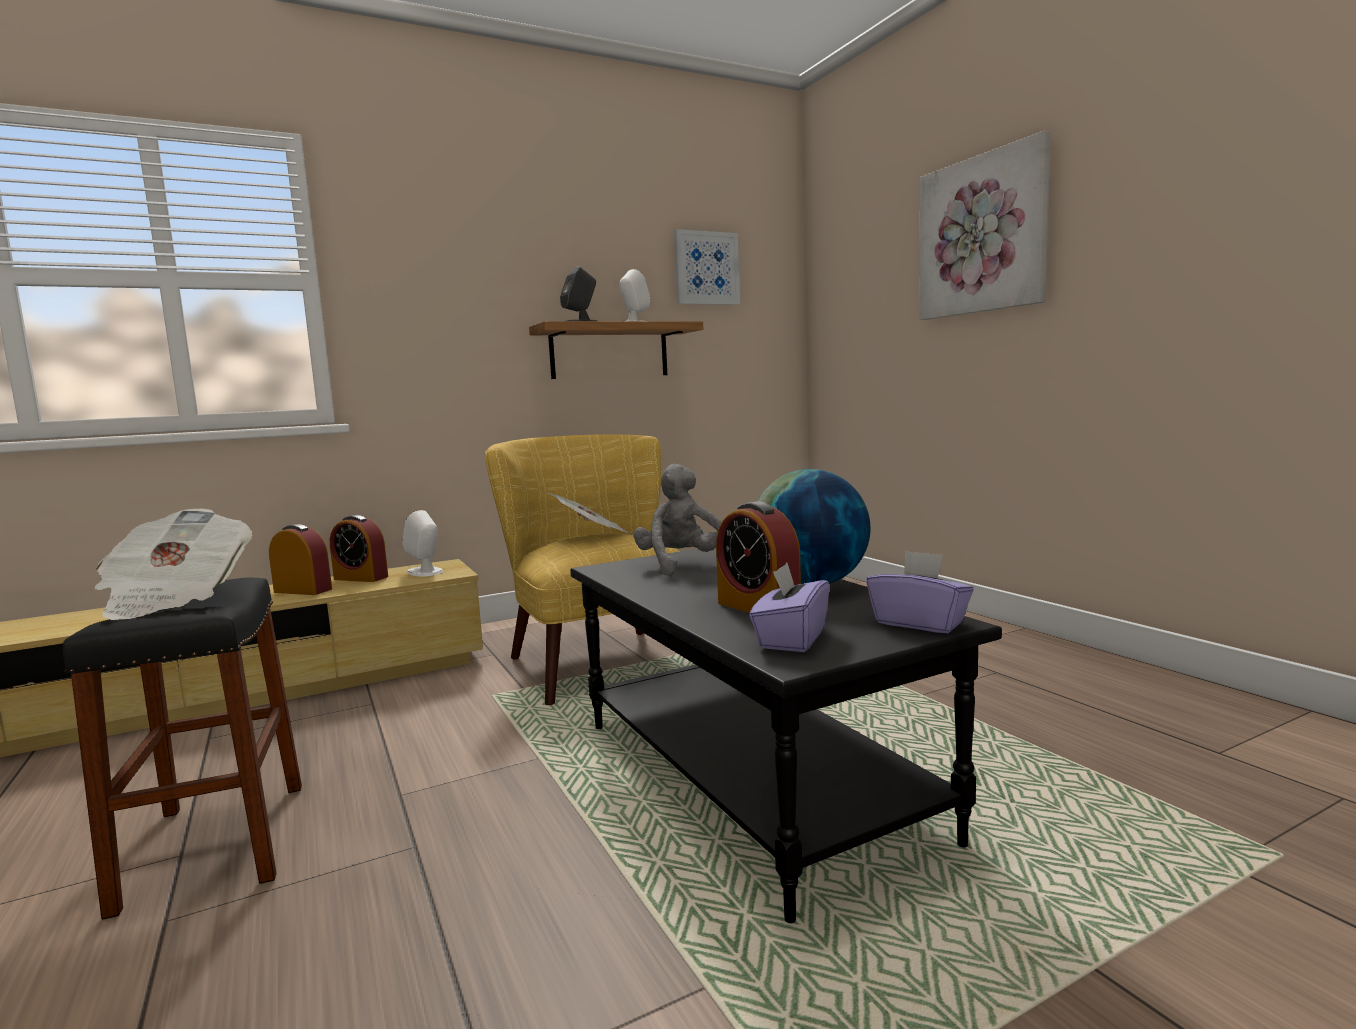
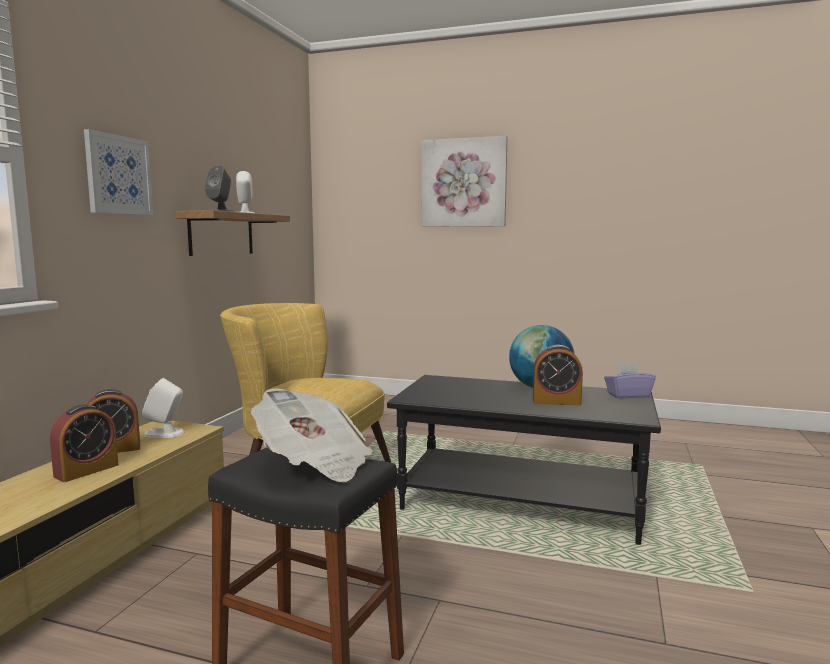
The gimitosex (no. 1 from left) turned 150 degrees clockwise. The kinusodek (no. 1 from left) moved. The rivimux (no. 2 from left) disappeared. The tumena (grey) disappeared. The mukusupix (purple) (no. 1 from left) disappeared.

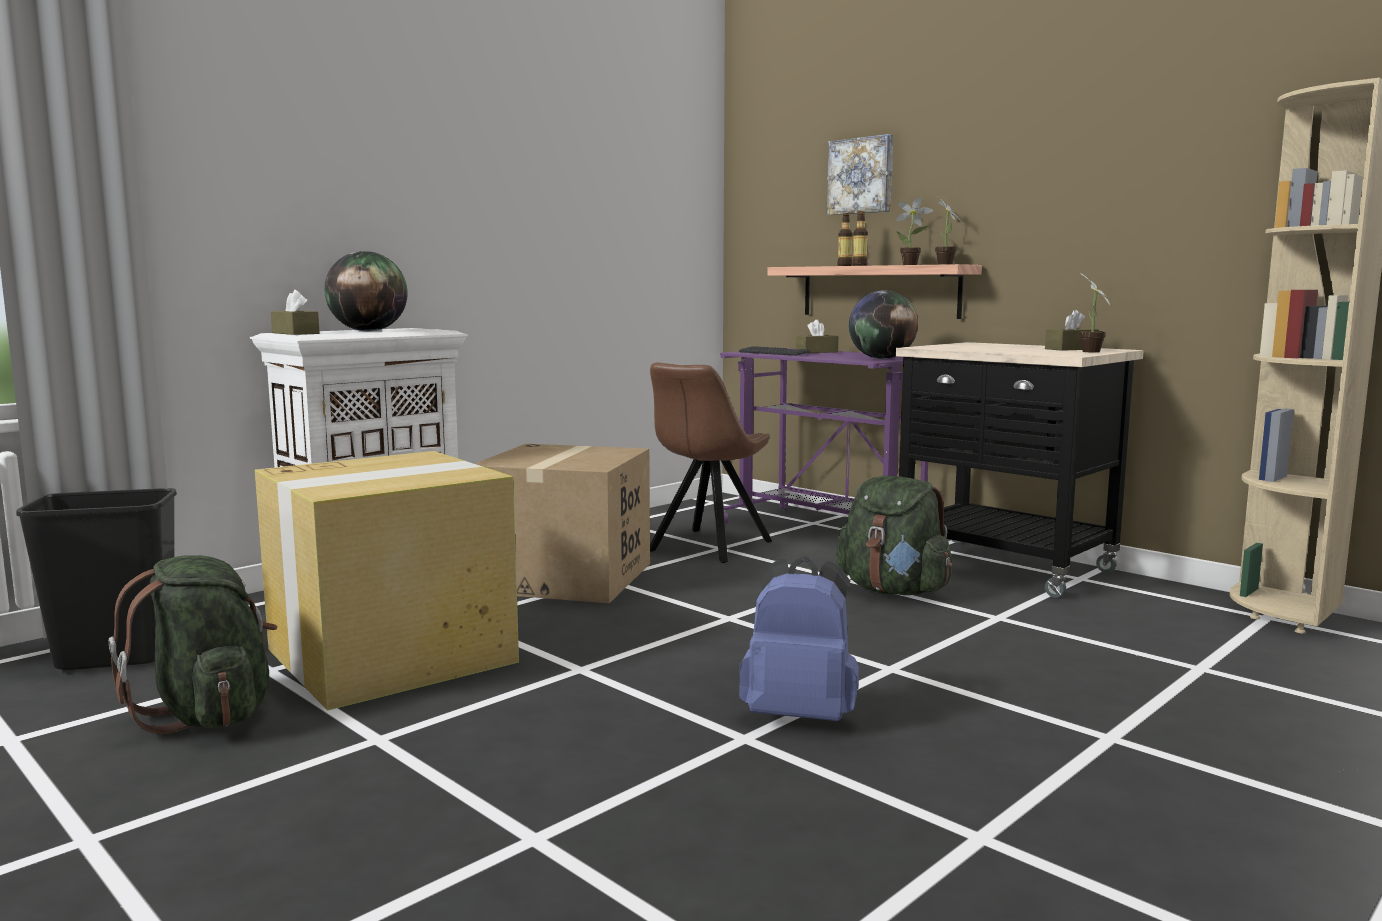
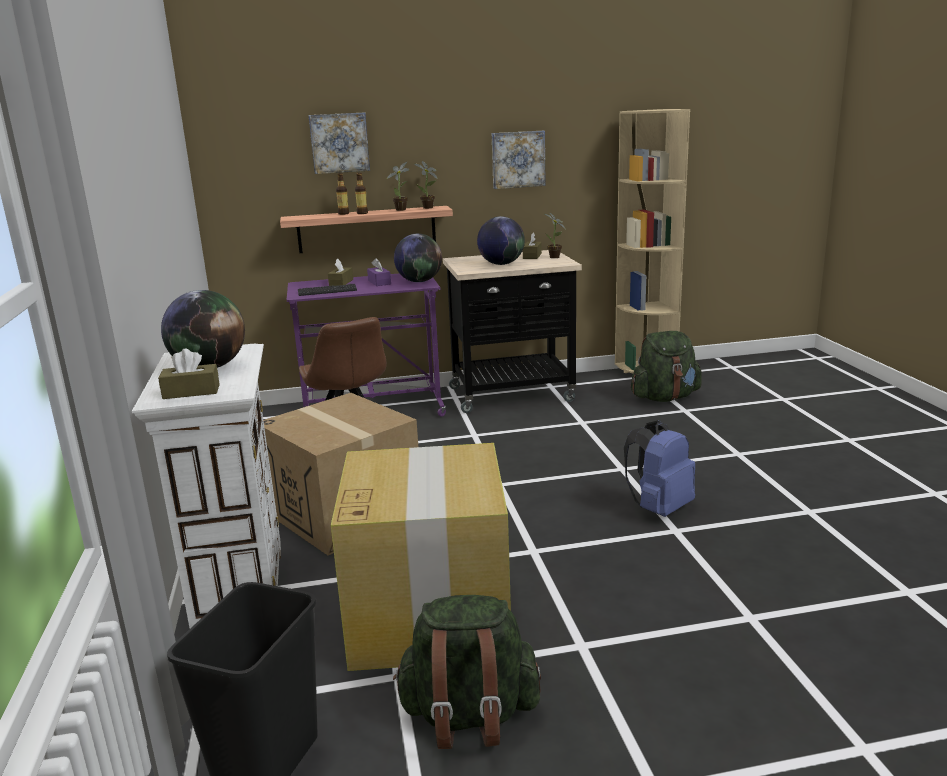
The mukusupix (purple) appeared. The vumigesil (no. 3 from left) appeared. The kinusodek (no. 2 from left) appeared. The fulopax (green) (no. 2 from left) moved.

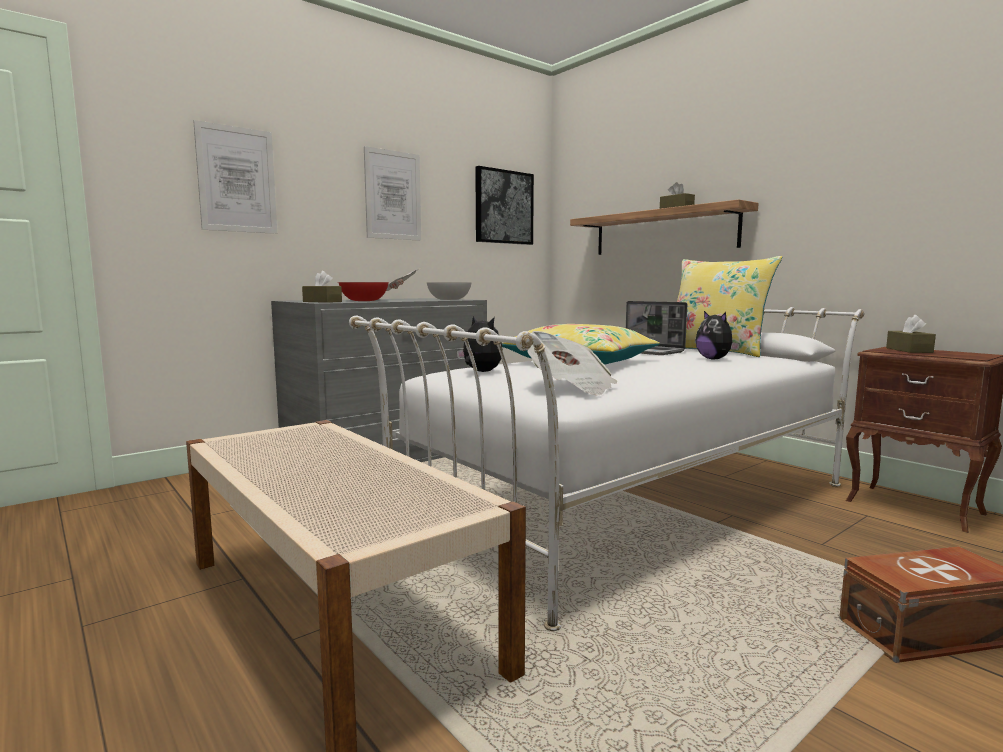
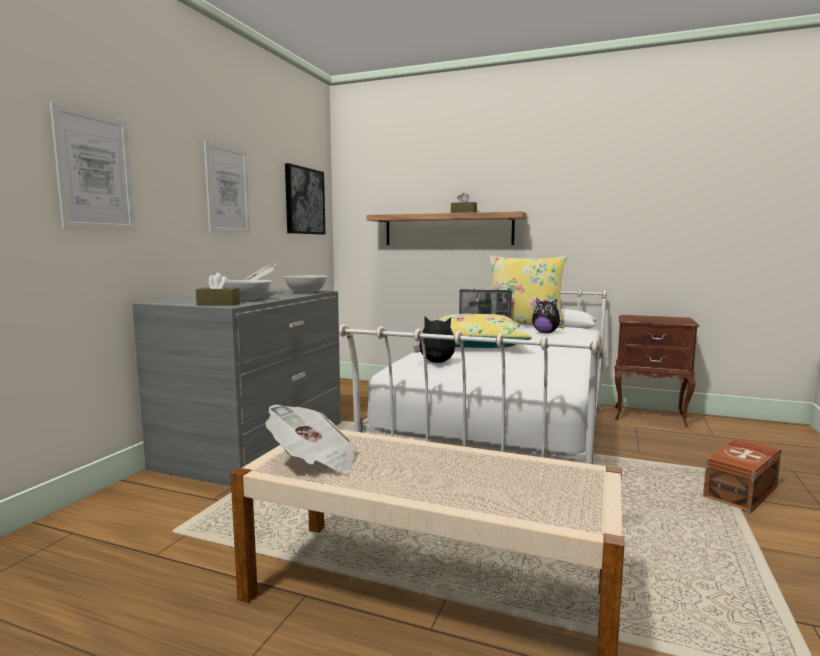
The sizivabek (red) became the sizivabek (white) (no. 1 from left). The rivimux (no. 2 from left) moved. The mukusupix (brown) (no. 3 from left) disappeared.

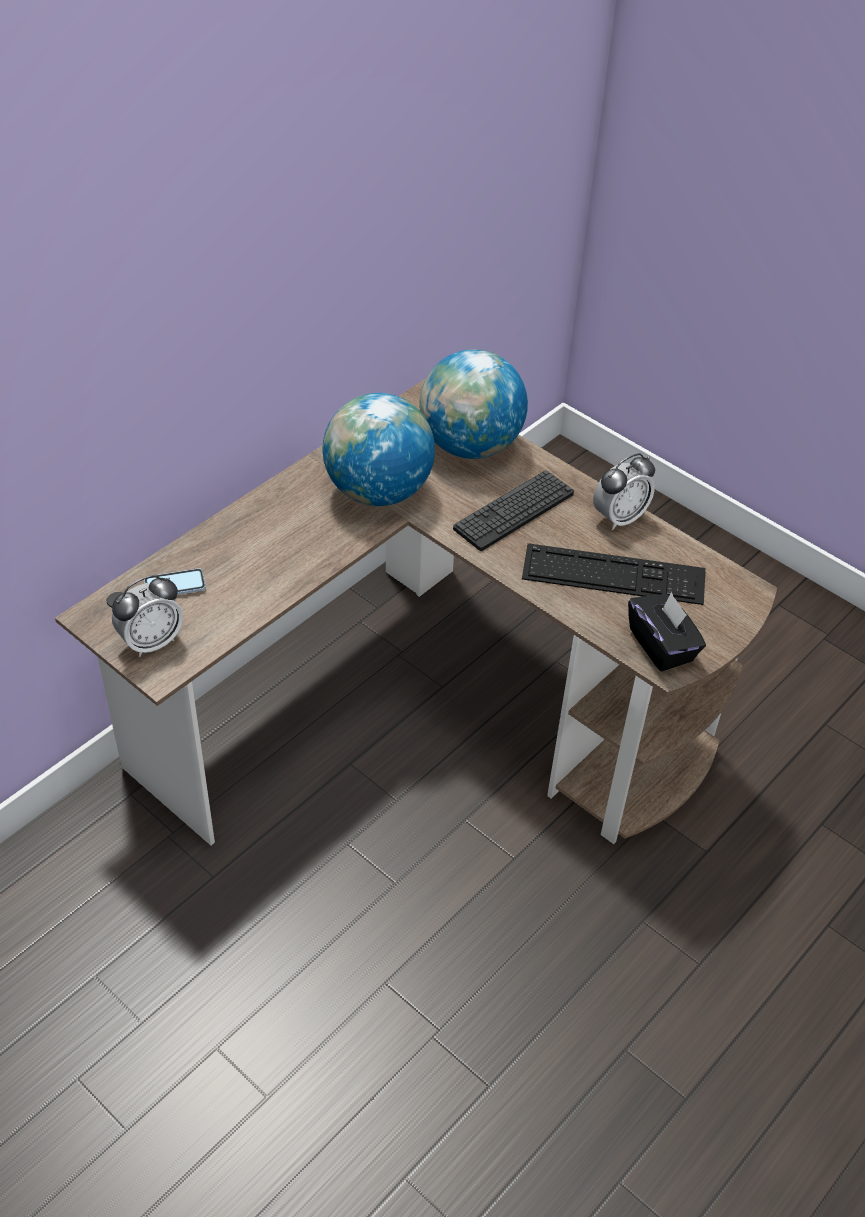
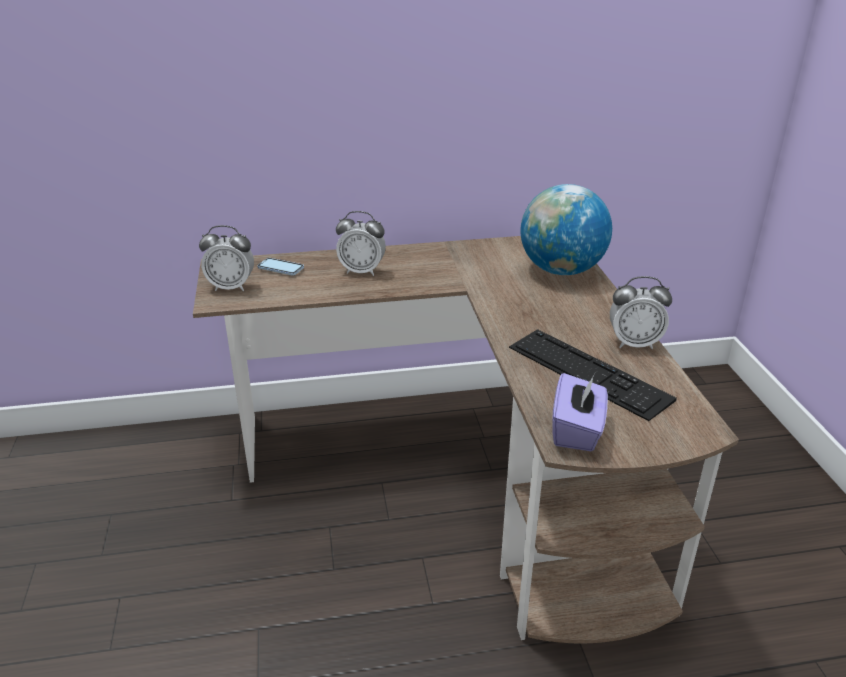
The gimitosex (no. 2 from left) appeared. The mukusupix (black) became the mukusupix (purple). The vumigesil (no. 1 from left) disappeared. The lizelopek (no. 1 from left) disappeared.

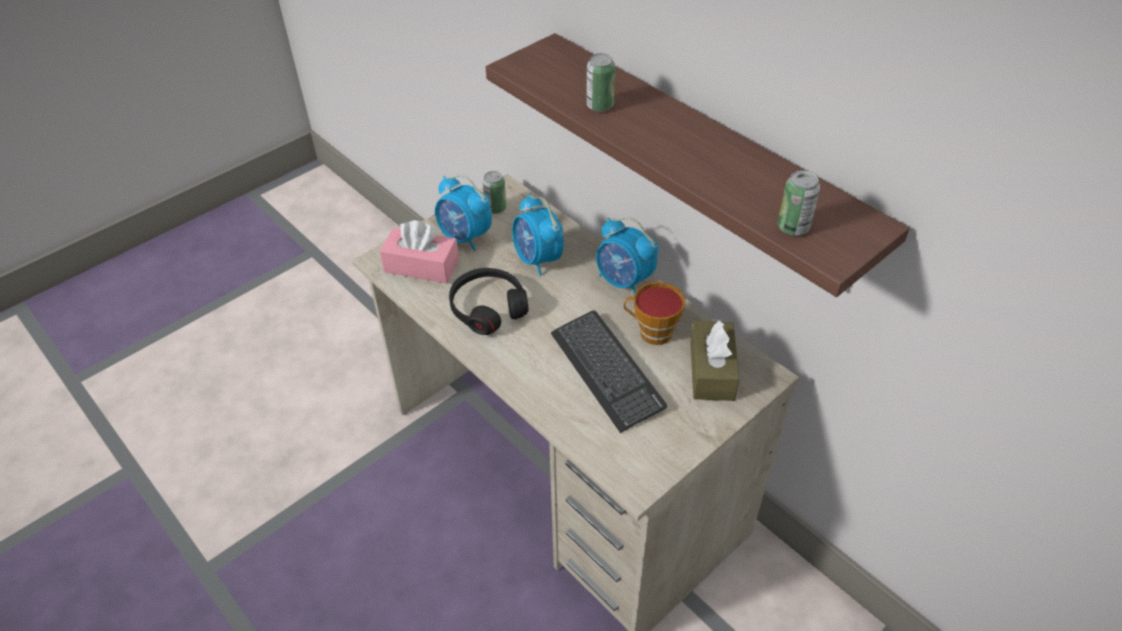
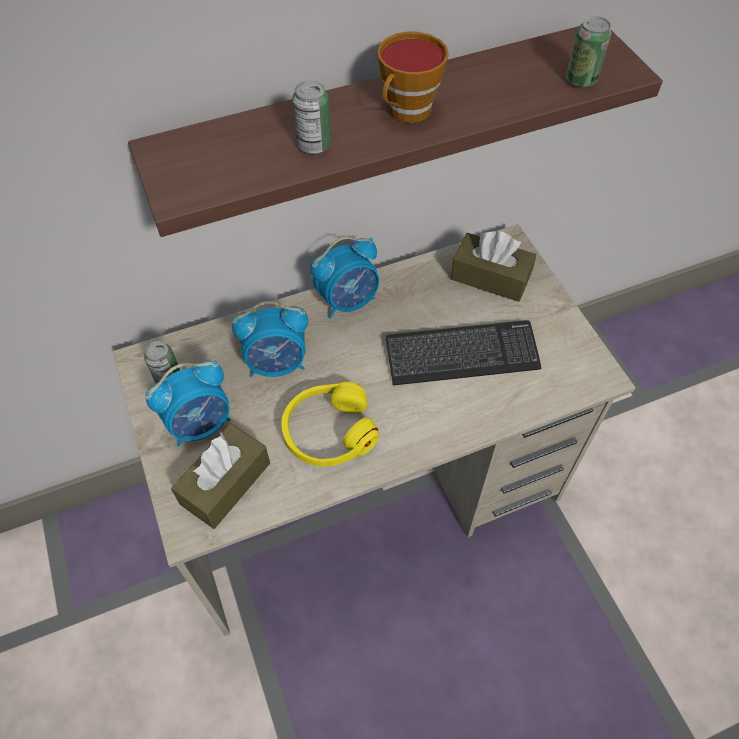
The mukusupix (pink) became the mukusupix (brown) (no. 1 from left). The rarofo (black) became the rarofo (yellow). The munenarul moved.

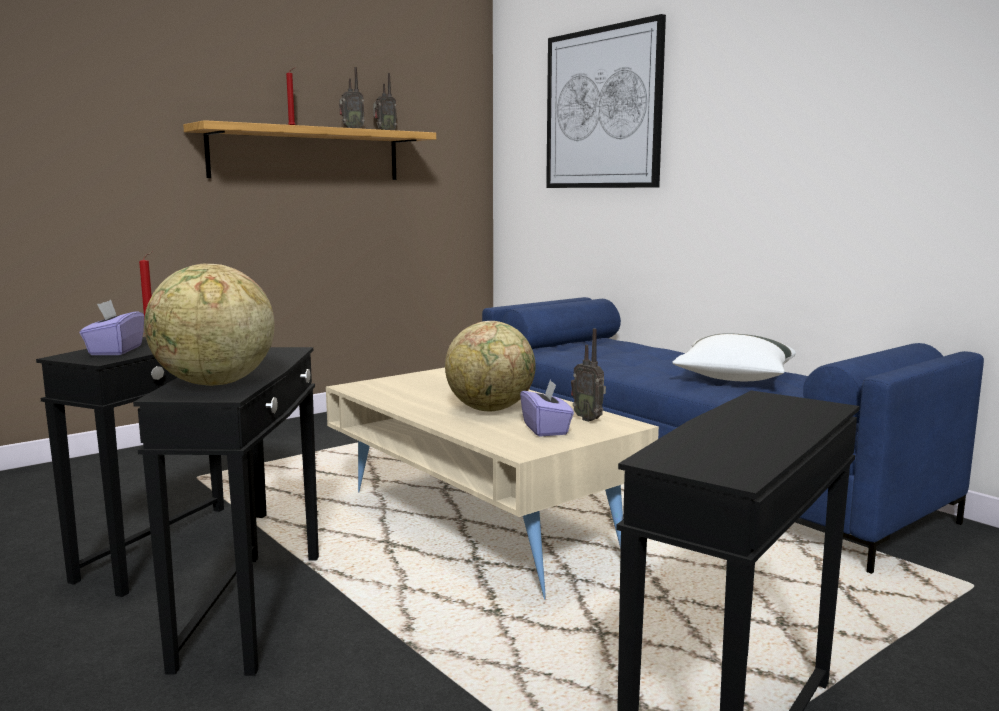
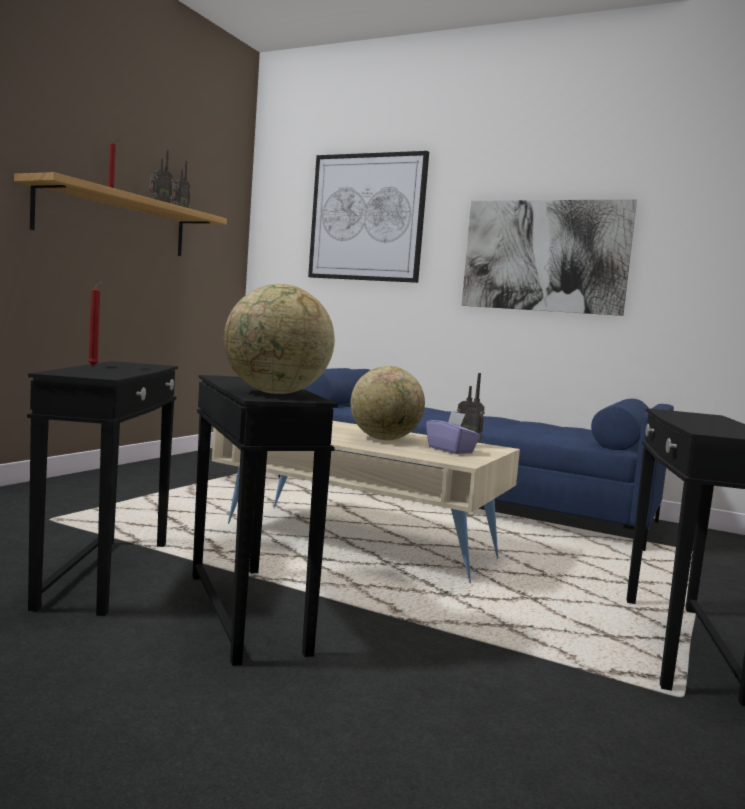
The kinusodek (no. 2 from left) appeared. The mukusupix (purple) (no. 1 from left) disappeared. The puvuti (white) disappeared.

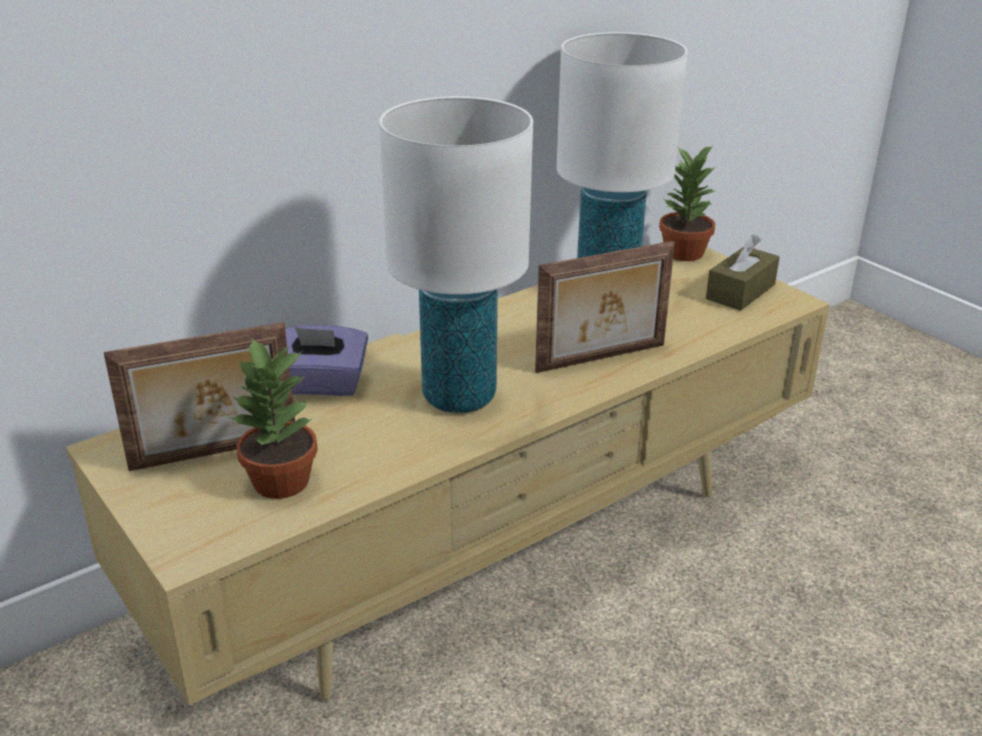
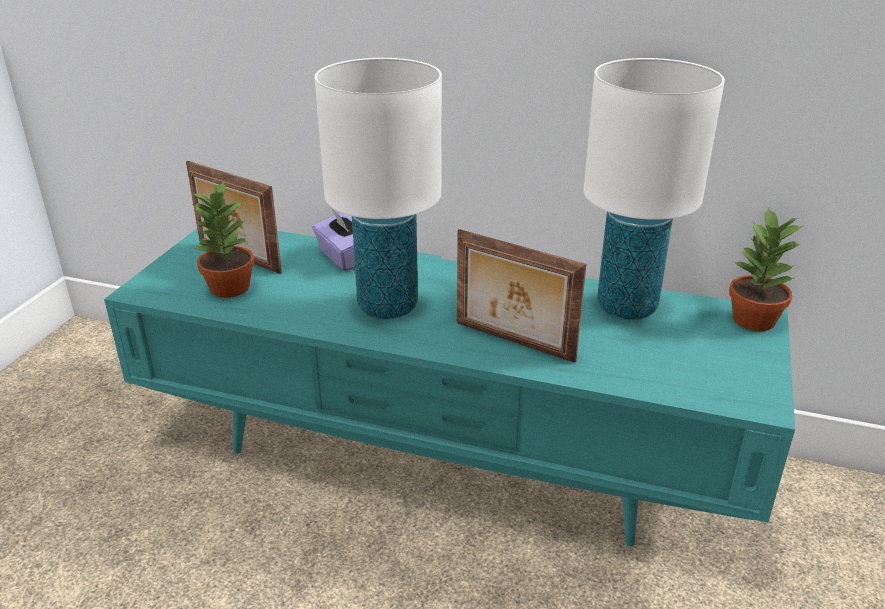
The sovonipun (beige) became the sovonipun (turquoise). The mukusupix (brown) disappeared.

